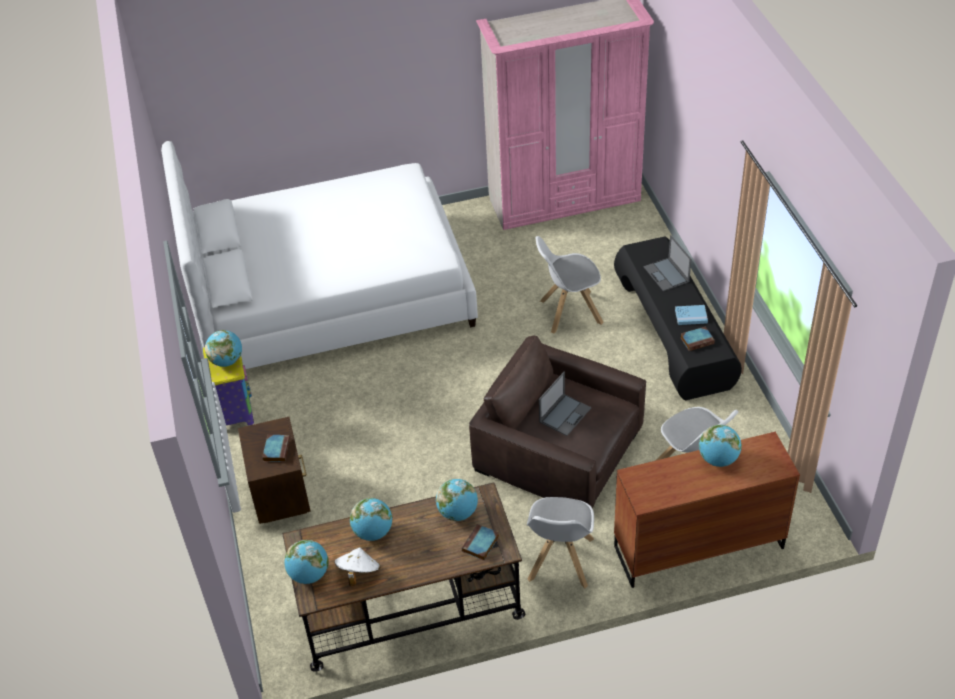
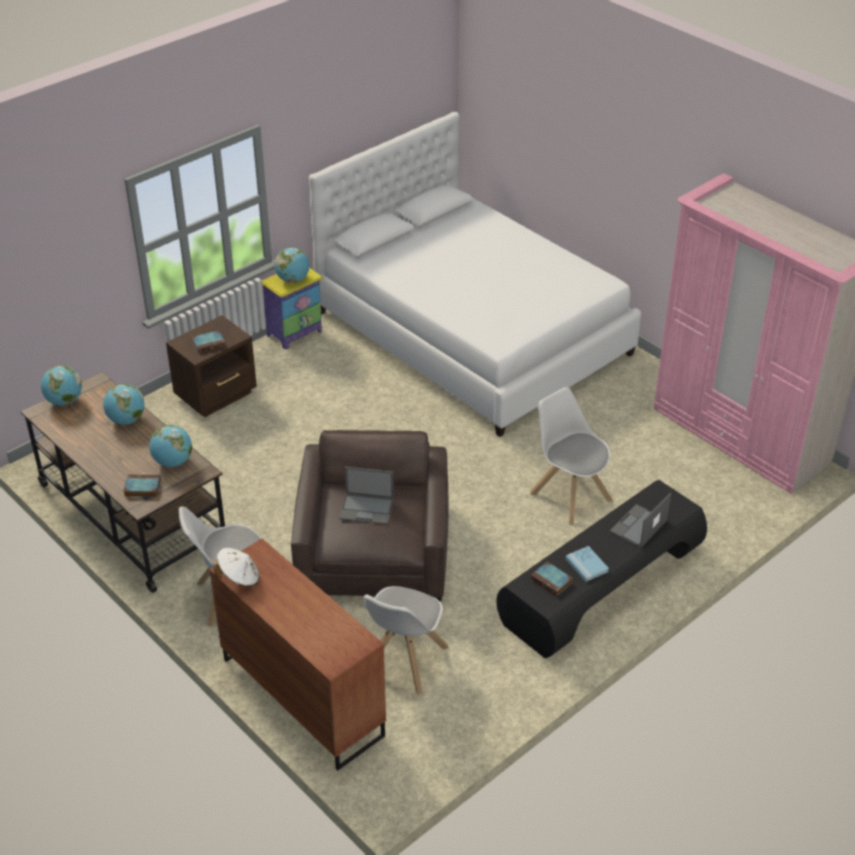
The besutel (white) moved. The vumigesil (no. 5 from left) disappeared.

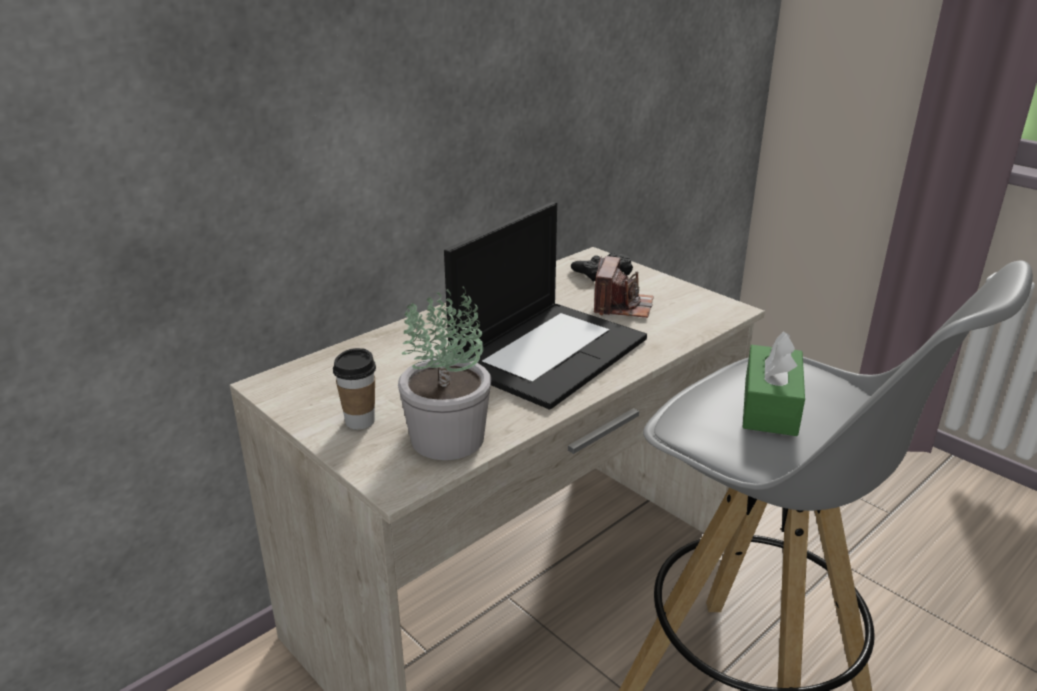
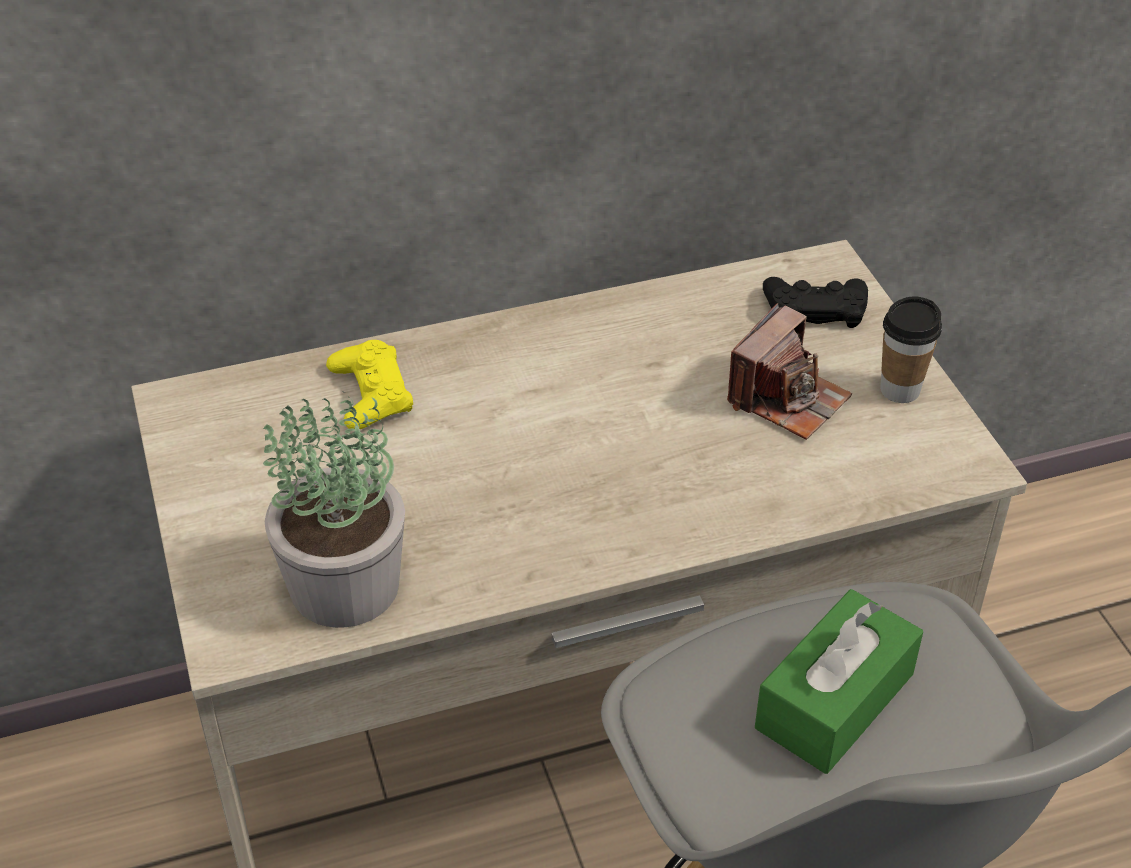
The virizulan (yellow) appeared. The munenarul moved. The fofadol disappeared.

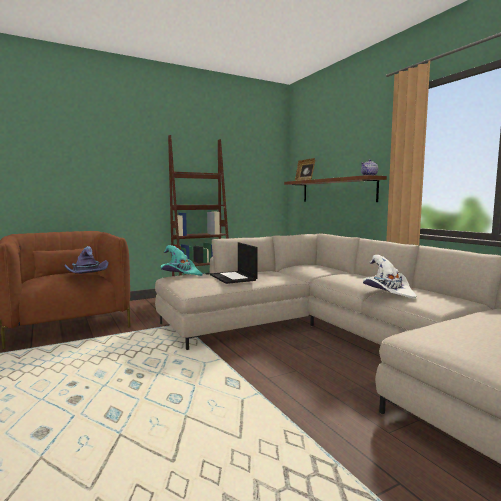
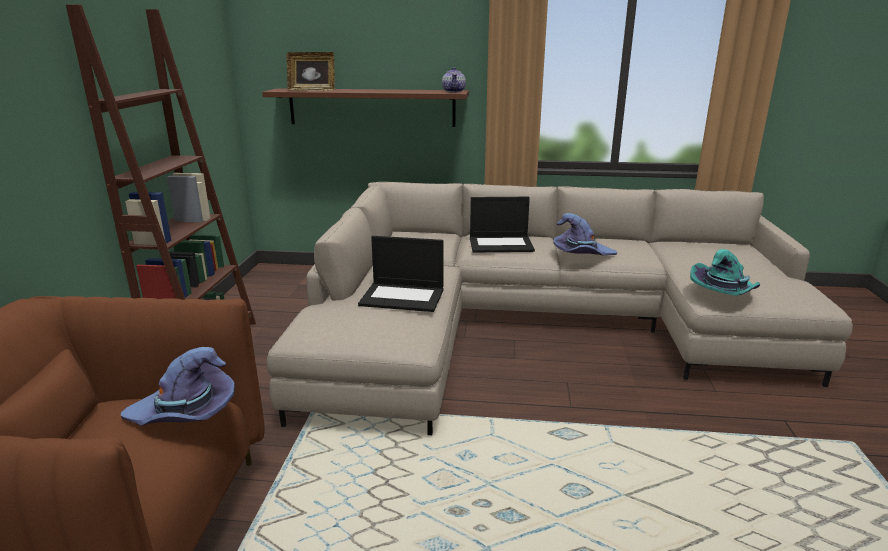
The fofadol (no. 2 from left) appeared. The besutel (white) became the besutel (purple) (no. 2 from left). The besutel (turquoise) moved.

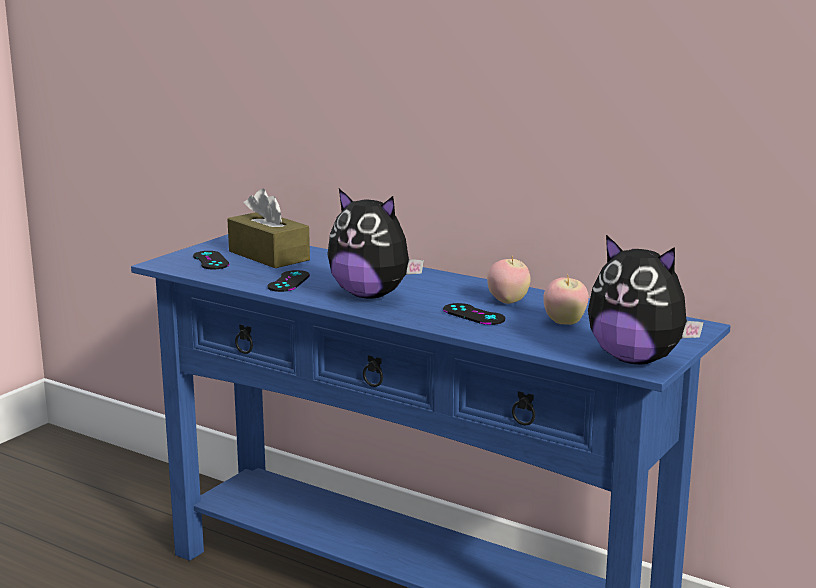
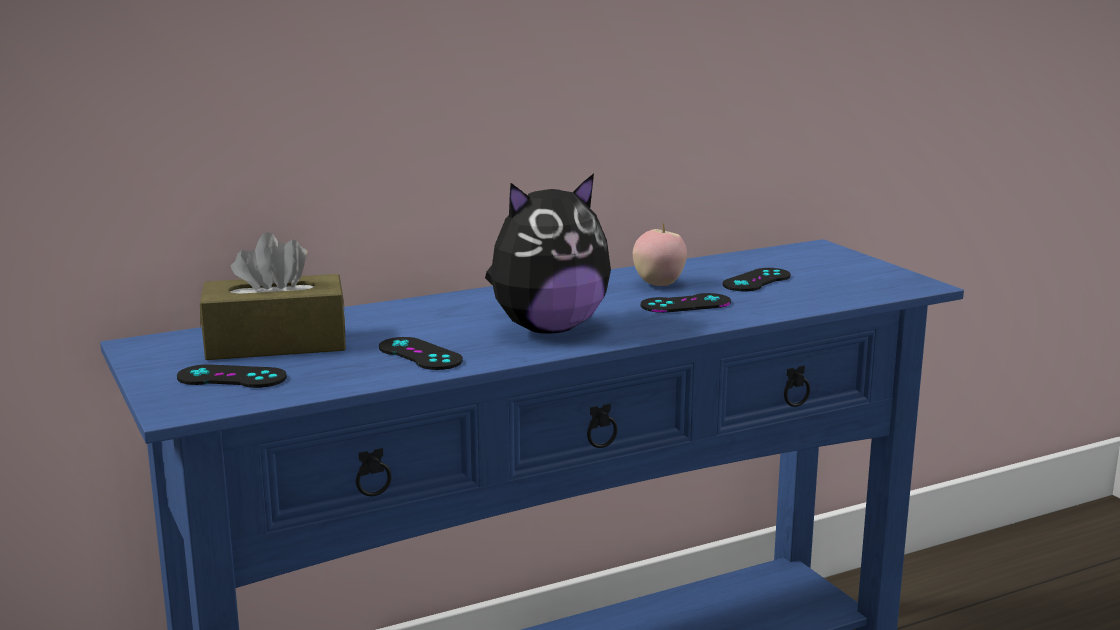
The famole (no. 2 from left) was replaced by the virizulan (black) (no. 4 from left). The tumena (no. 2 from left) disappeared.

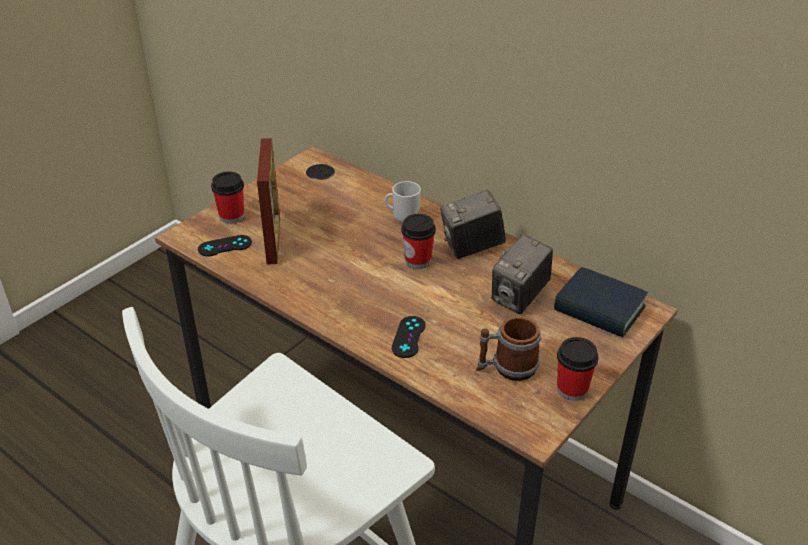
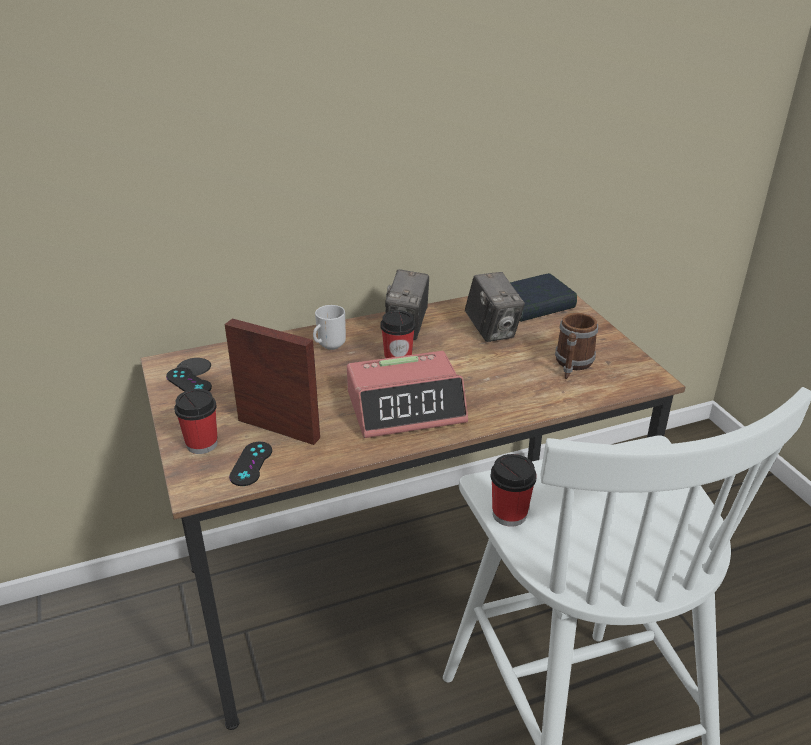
The virizulan (black) (no. 2 from left in the first image) moved. The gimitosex appeared. The munenarul (no. 3 from left) moved.

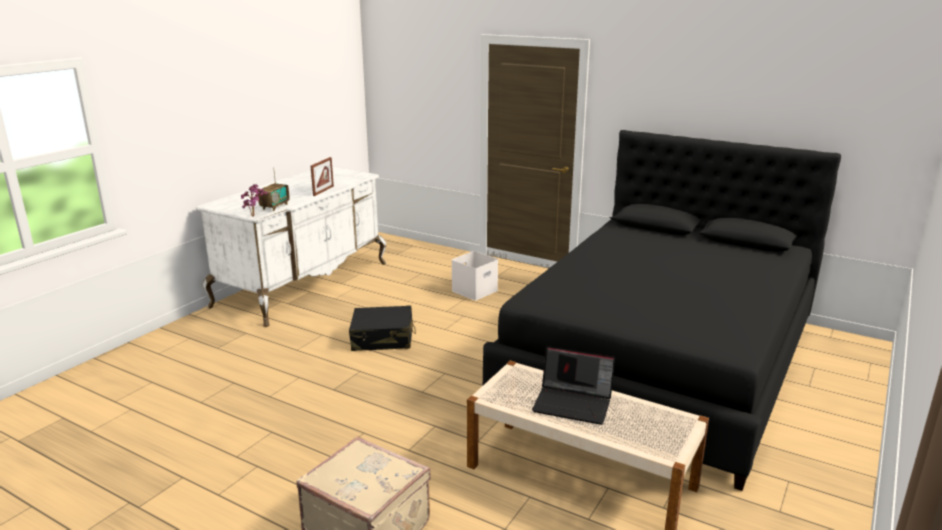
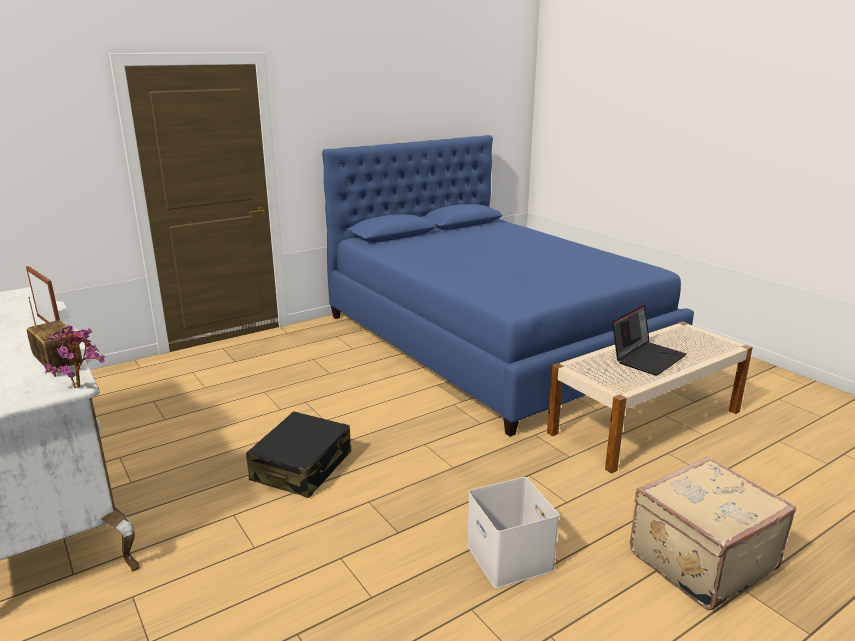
The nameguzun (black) became the nameguzun (blue). The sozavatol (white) moved.

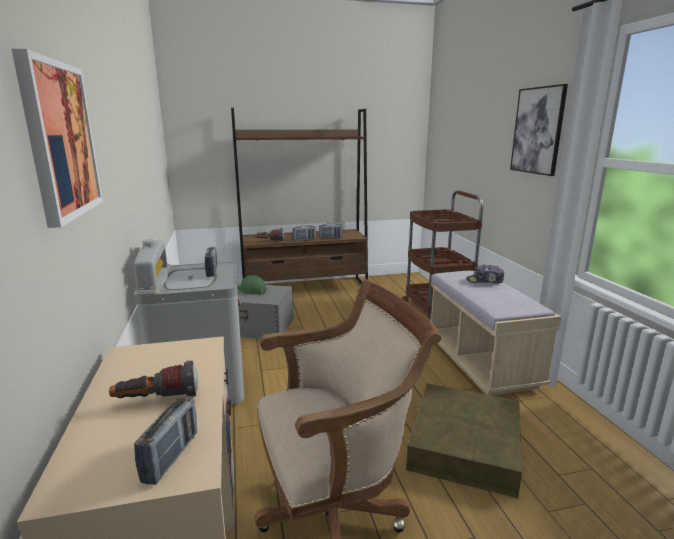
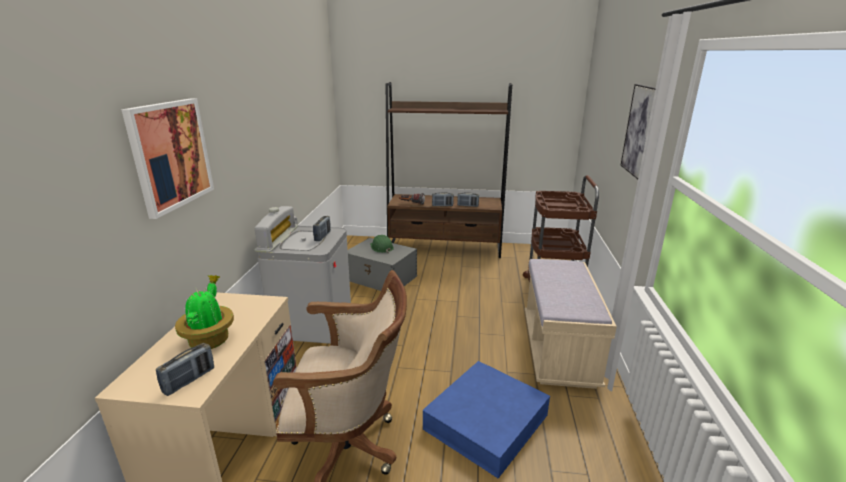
The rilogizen (no. 1 from left) was replaced by the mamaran. The sozavatol (brown) became the sozavatol (blue). The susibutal disappeared.

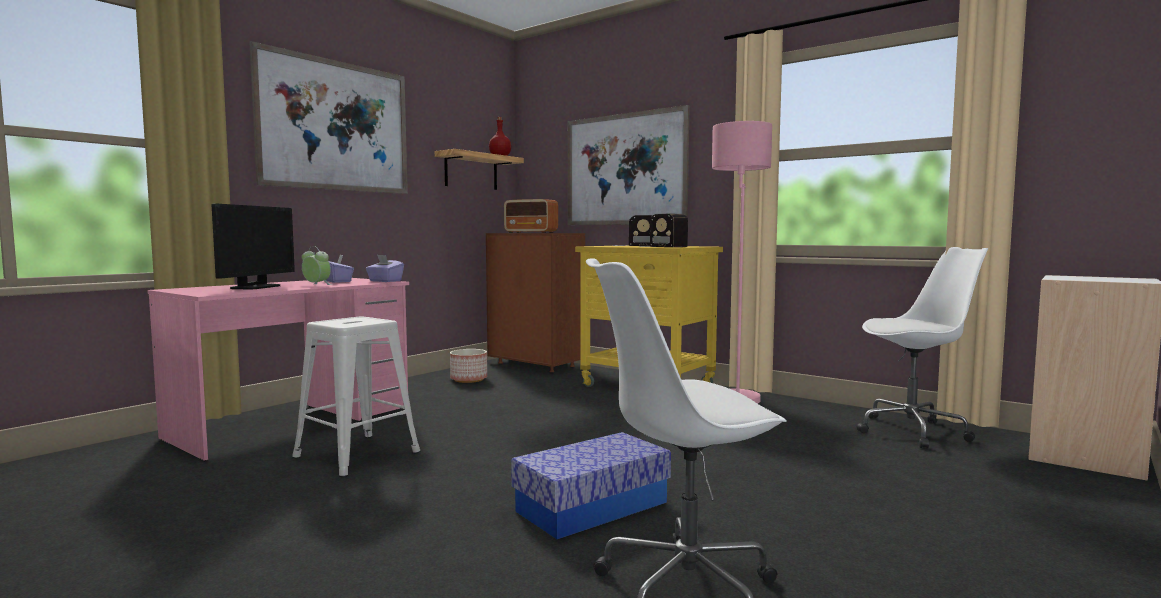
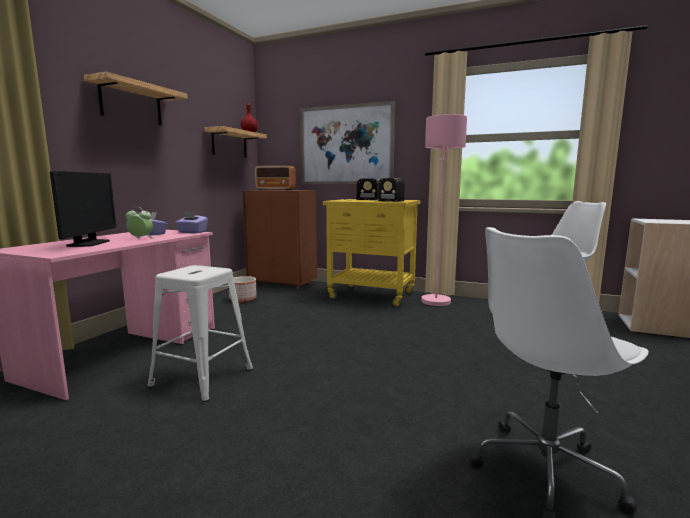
The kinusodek (no. 1 from left) was replaced by the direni (no. 1 from left). The sozavatol disappeared.

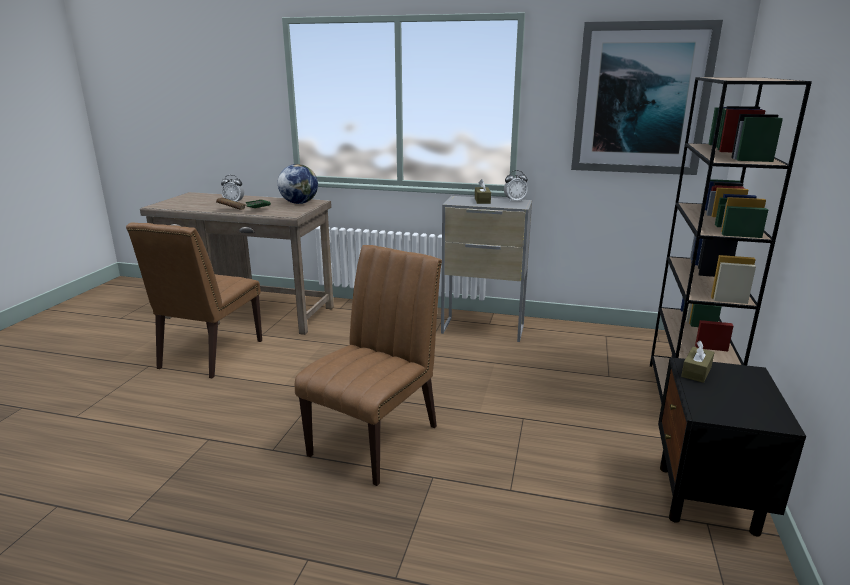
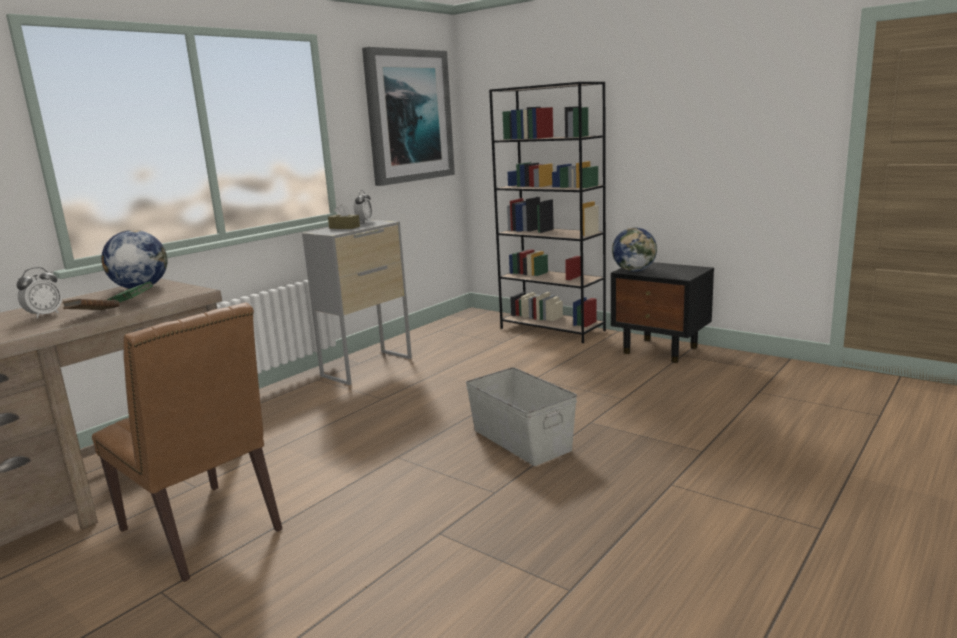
The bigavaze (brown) (no. 2 from left) was replaced by the sozavatol (grey). The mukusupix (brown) (no. 2 from left) was replaced by the vumigesil (no. 2 from left).

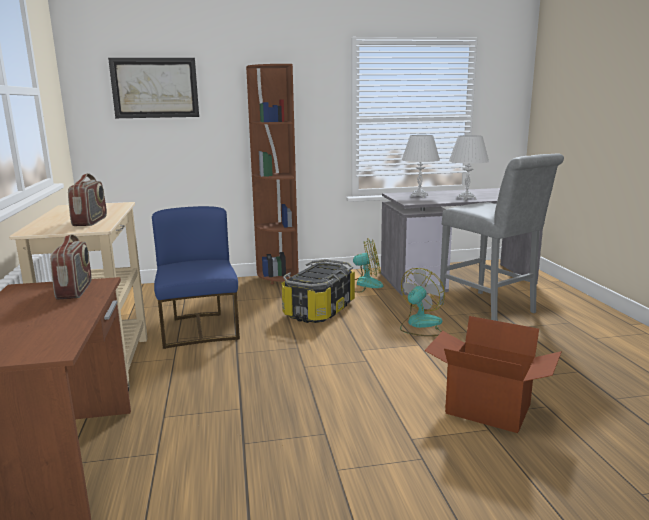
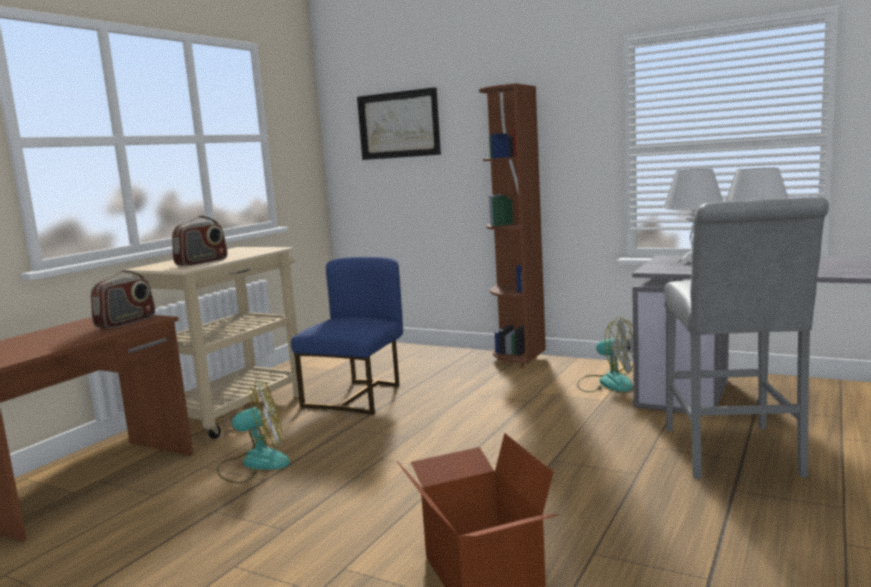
The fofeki (no. 2 from left in the first image) moved. The sozavatol disappeared.

